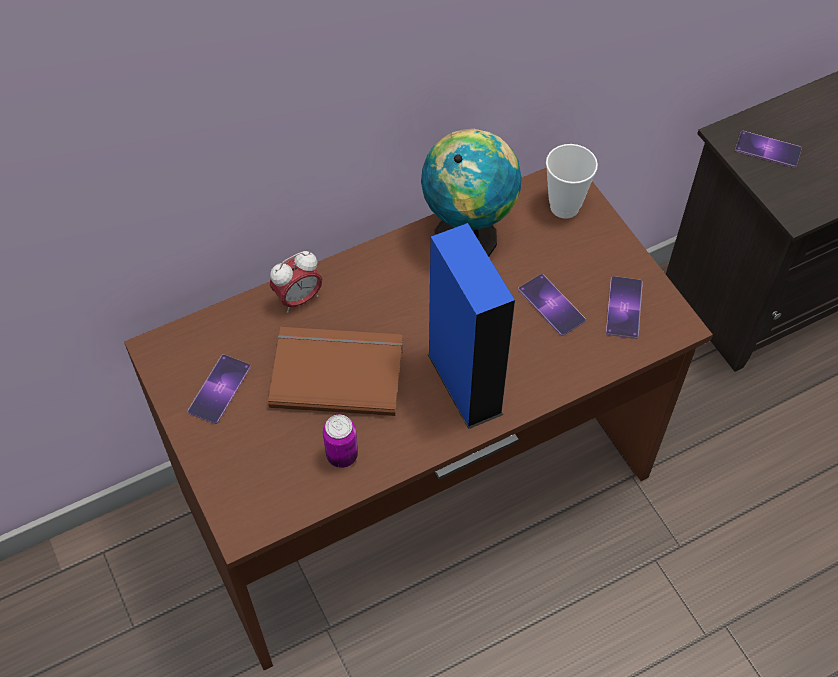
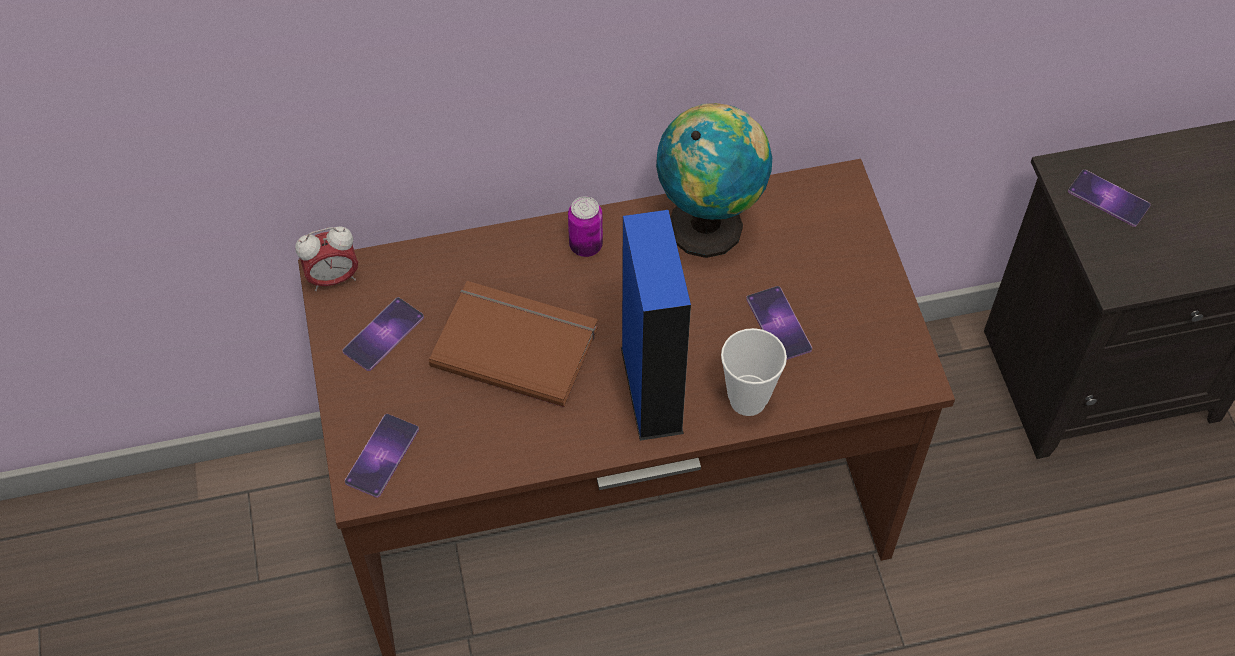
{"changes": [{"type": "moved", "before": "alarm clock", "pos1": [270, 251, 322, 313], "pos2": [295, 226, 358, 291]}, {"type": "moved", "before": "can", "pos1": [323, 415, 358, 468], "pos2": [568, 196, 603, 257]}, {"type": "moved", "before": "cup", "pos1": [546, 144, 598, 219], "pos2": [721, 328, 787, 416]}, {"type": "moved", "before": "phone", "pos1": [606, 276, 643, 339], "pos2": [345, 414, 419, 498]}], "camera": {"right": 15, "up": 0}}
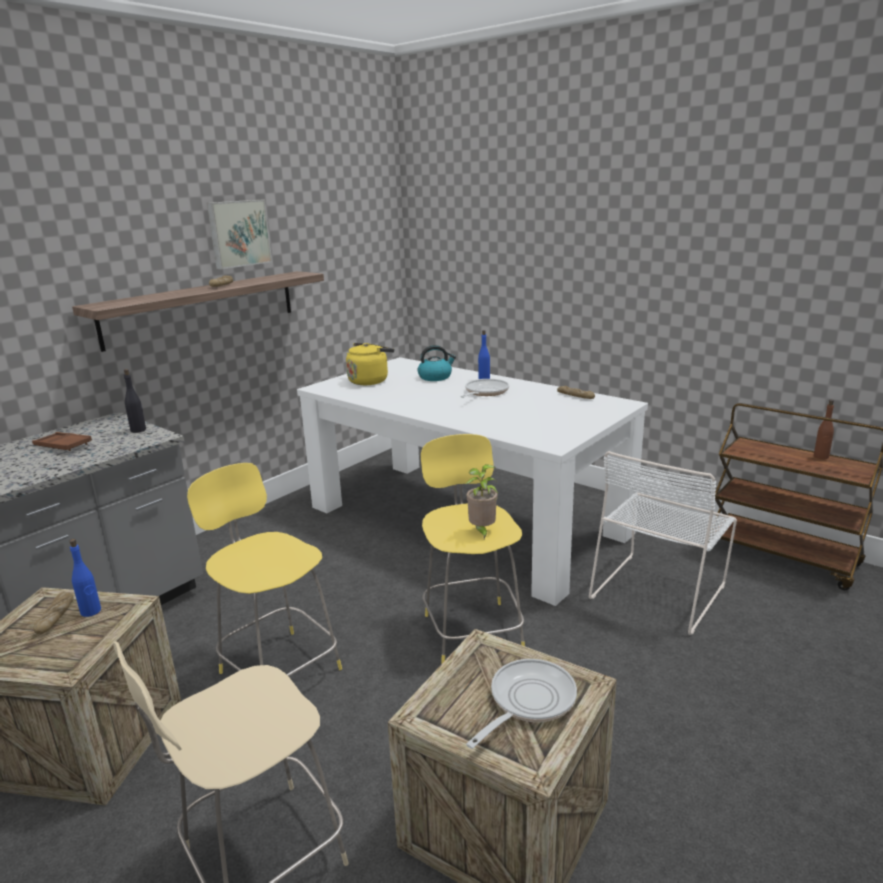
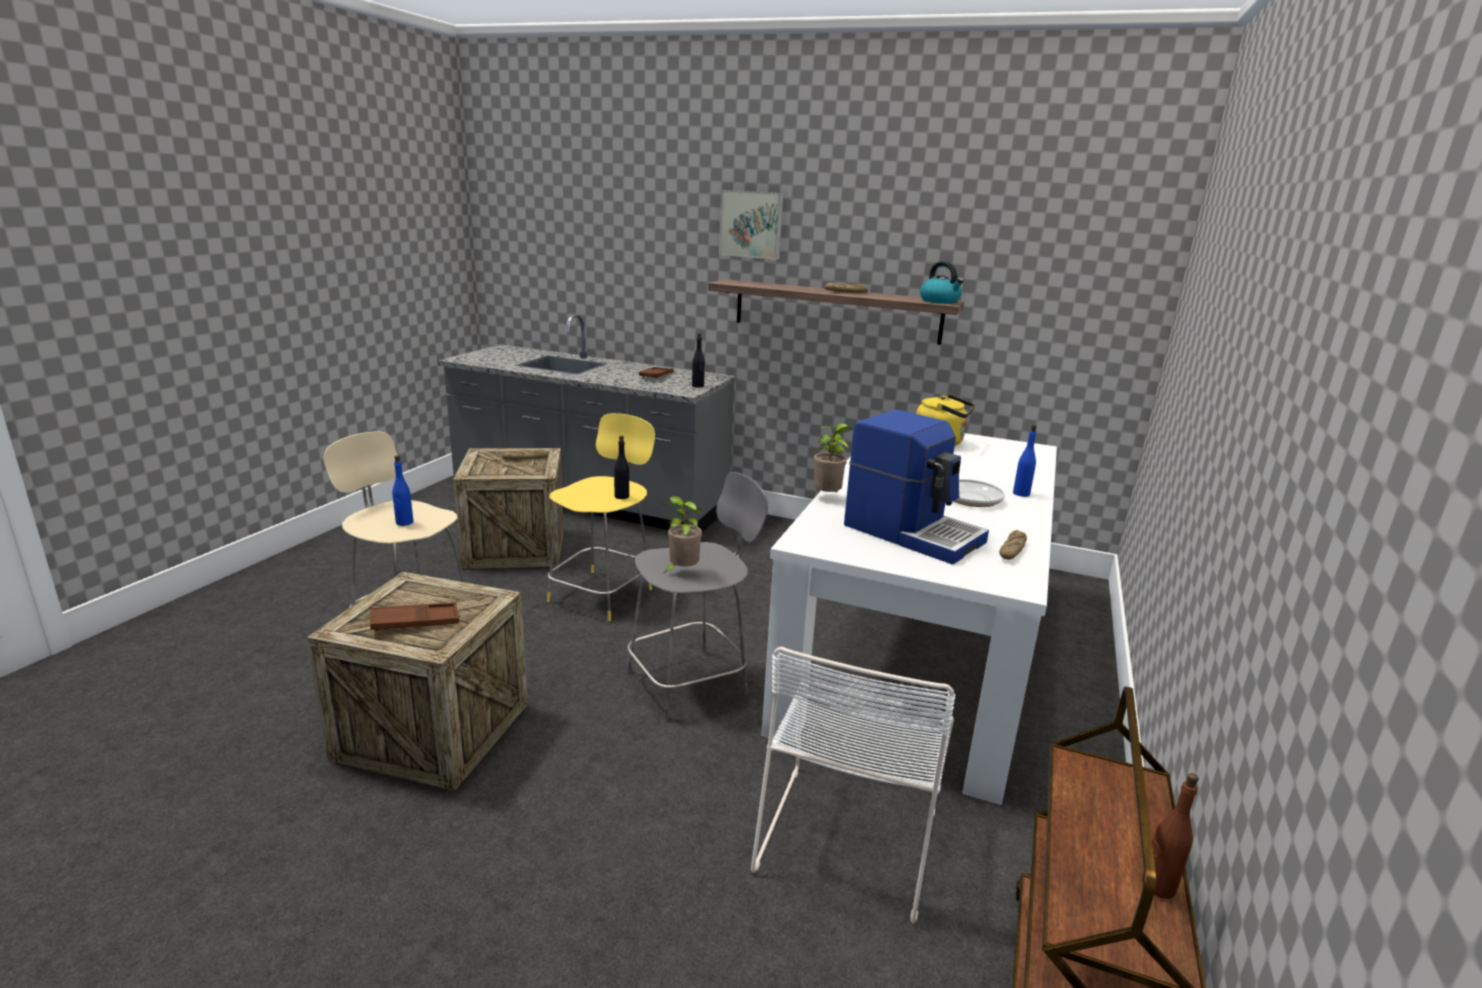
{"changes": [{"type": "moved", "before": "blue bottle", "pos1": [69, 539, 101, 617], "pos2": [392, 455, 413, 526]}, {"type": "moved", "before": "picture", "pos1": [207, 200, 272, 269], "pos2": [719, 190, 783, 260]}, {"type": "moved", "before": "kettle", "pos1": [418, 345, 456, 381], "pos2": [920, 261, 964, 304]}, {"type": "recoloured", "before": "yellow stool", "after": "grey stool", "pos1": [421, 434, 525, 664], "pos2": [627, 472, 768, 720]}, {"type": "replaced", "before": "frying pan", "after": "brown tray", "pos1": [466, 659, 577, 749], "pos2": [370, 602, 459, 631]}, {"type": "turned", "before": "white chair", "pos1": [589, 451, 737, 635], "pos2": [751, 647, 956, 923], "turn": -90}, {"type": "added", "after": "black bottle", "pos2": [614, 436, 630, 499]}, {"type": "added", "after": "potted plant", "pos2": [814, 423, 853, 493]}, {"type": "added", "after": "coffee machine", "pos2": [844, 410, 989, 565]}], "camera": {"right": 70, "up": 0}}
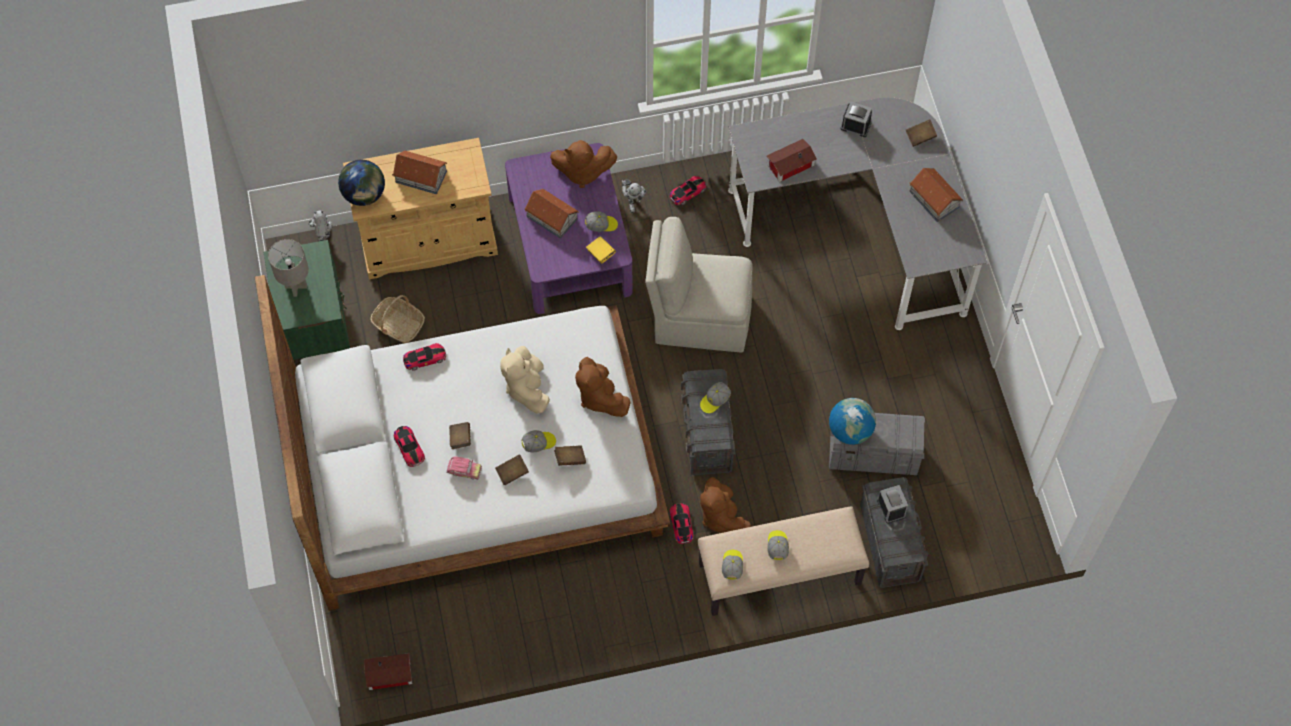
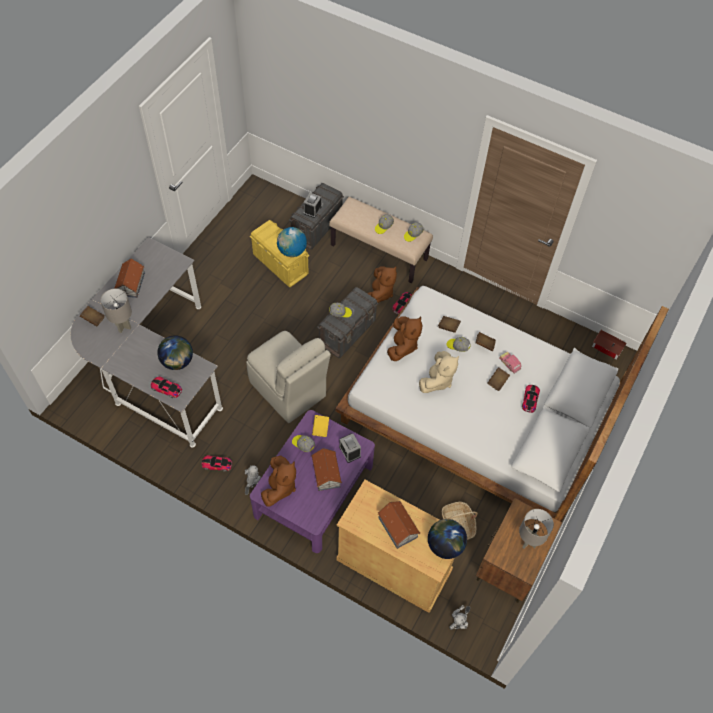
{"changes": [{"type": "recoloured", "before": "green nightstand", "after": "brown nightstand", "pos1": [263, 240, 350, 363], "pos2": [476, 498, 562, 603]}, {"type": "moved", "before": "toy car", "pos1": [403, 343, 446, 371], "pos2": [151, 376, 182, 398]}, {"type": "turned", "before": "brown plush toy", "pos1": [550, 140, 617, 188], "pos2": [261, 456, 296, 506], "turn": 60}, {"type": "replaced", "before": "toy house", "after": "globe", "pos1": [767, 139, 817, 182], "pos2": [158, 335, 193, 370]}, {"type": "recoloured", "before": "grey storage box", "after": "yellow storage box", "pos1": [829, 413, 925, 475], "pos2": [250, 220, 309, 287]}, {"type": "moved", "before": "alarm clock", "pos1": [840, 102, 872, 137], "pos2": [339, 434, 361, 463]}, {"type": "added", "after": "grey table lamp", "pos2": [101, 288, 132, 333]}], "camera": {"right": -140, "up": -5}}
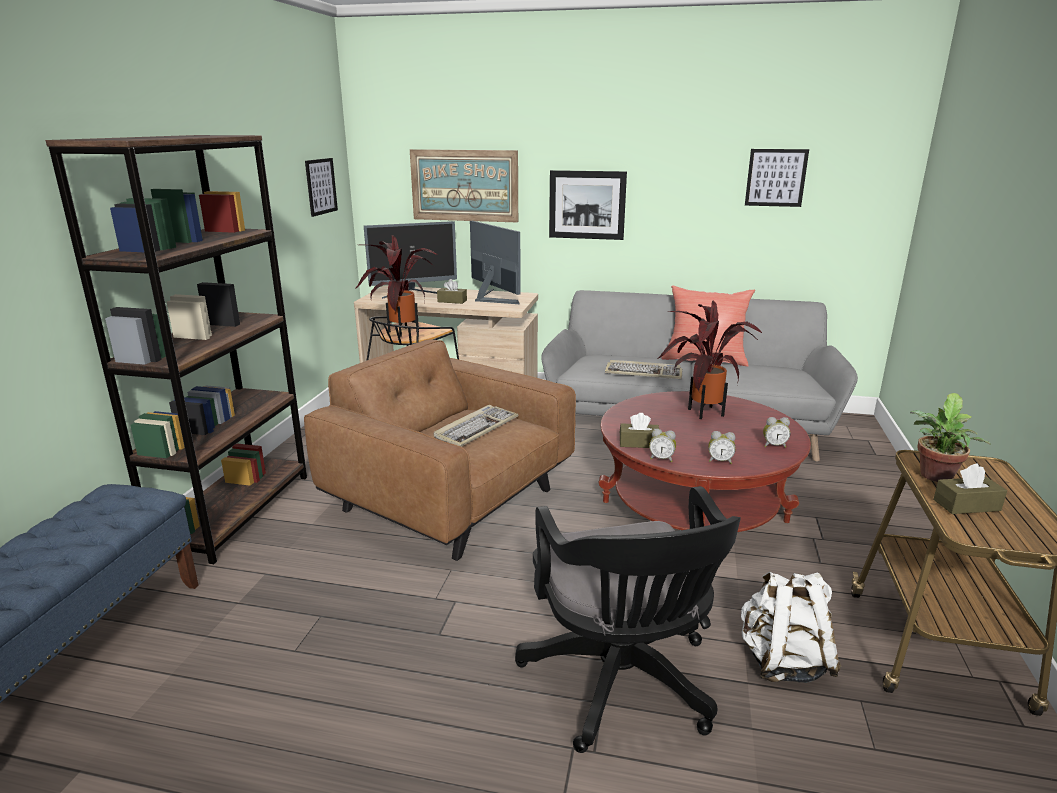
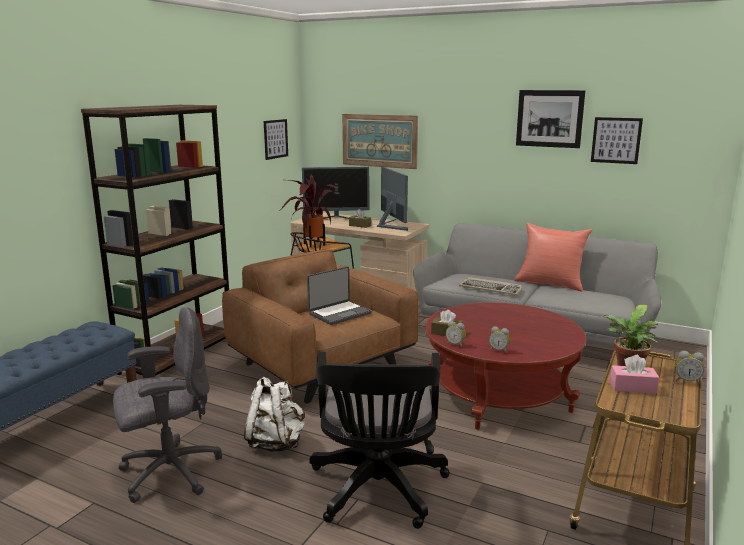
{"changes": [{"type": "replaced", "before": "keyboard", "after": "laptop", "pos1": [434, 405, 518, 447], "pos2": [307, 266, 372, 325]}, {"type": "moved", "before": "picture", "pos1": [549, 170, 627, 240], "pos2": [516, 90, 585, 148]}, {"type": "removed", "before": "potted plant", "pos1": [657, 300, 762, 419]}, {"type": "moved", "before": "white backpack", "pos1": [741, 572, 841, 683], "pos2": [244, 377, 305, 452]}, {"type": "moved", "before": "alarm clock", "pos1": [763, 417, 790, 448], "pos2": [675, 351, 704, 385]}, {"type": "recoloured", "before": "brown tissue box", "after": "pink tissue box", "pos1": [933, 463, 1007, 514], "pos2": [610, 355, 659, 394]}, {"type": "added", "after": "grey office chair", "pos2": [113, 307, 222, 503]}], "camera": {"right": 15, "up": -5}}
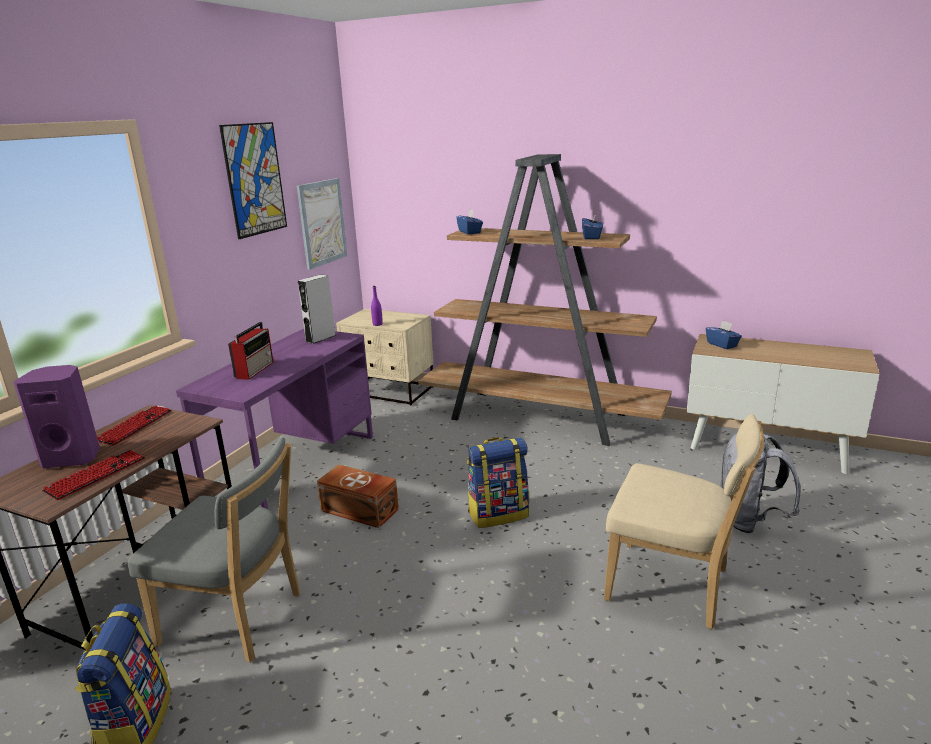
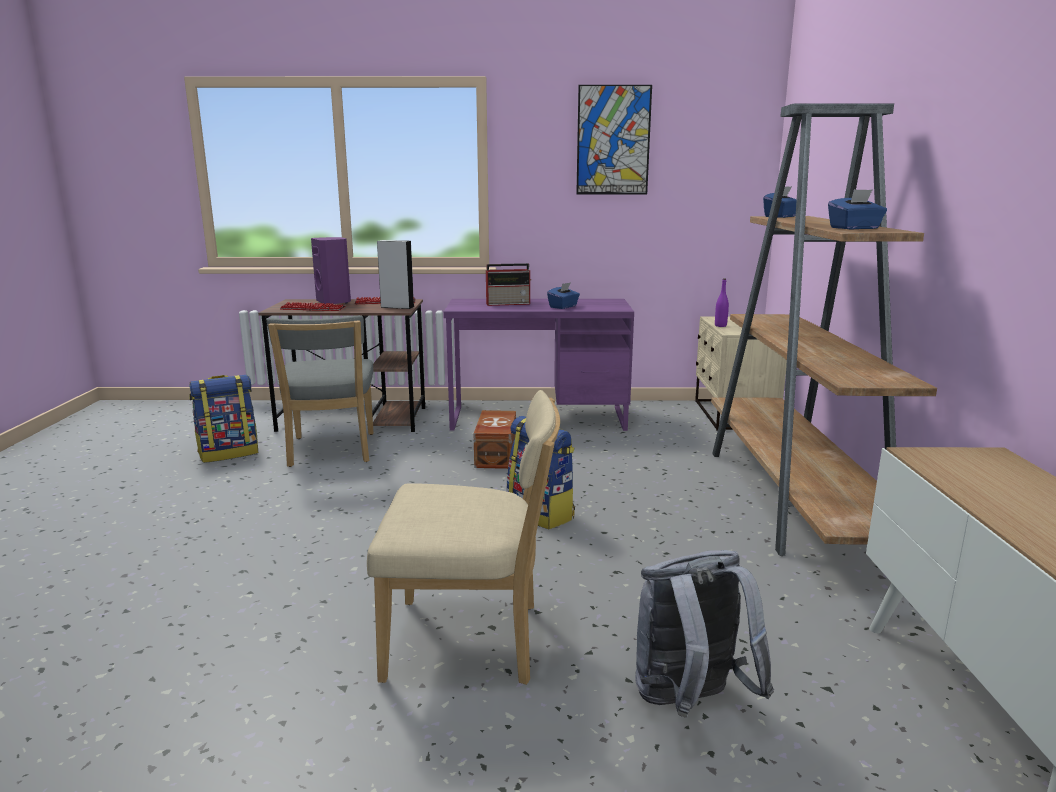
{"changes": [{"type": "removed", "before": "picture", "pos1": [297, 178, 347, 270]}, {"type": "moved", "before": "grey speaker", "pos1": [298, 274, 336, 344], "pos2": [377, 240, 414, 309]}, {"type": "turned", "before": "beige chair", "pos1": [604, 414, 764, 629], "pos2": [367, 390, 560, 685], "turn": -90}, {"type": "moved", "before": "blue tissue box", "pos1": [706, 320, 742, 349], "pos2": [547, 282, 580, 309]}], "camera": {"right": 65, "up": -5}}
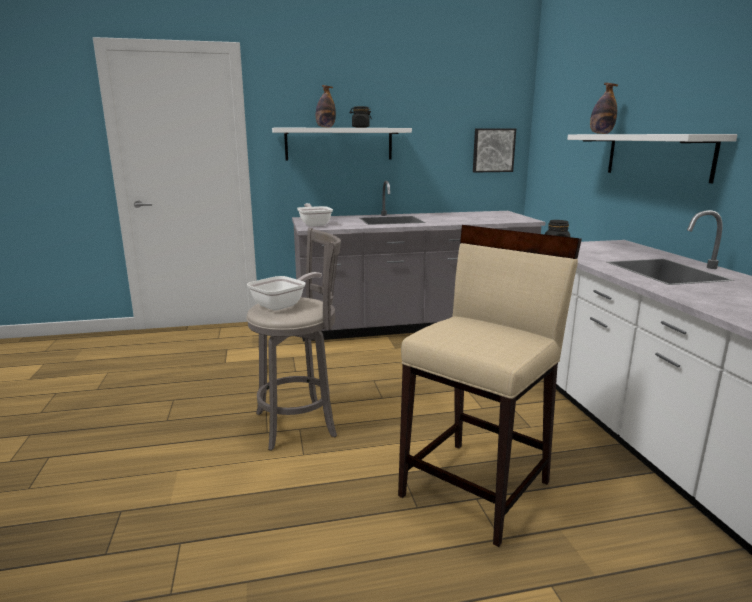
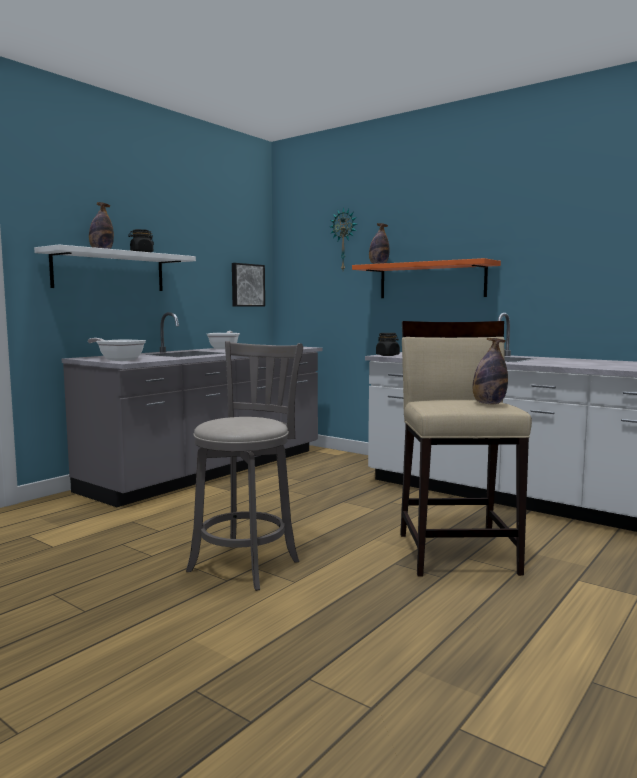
{"changes": [{"type": "moved", "before": "frying pan", "pos1": [247, 272, 322, 311], "pos2": [207, 331, 240, 349]}, {"type": "recoloured", "before": "white shelf", "after": "orange shelf", "pos1": [567, 134, 738, 183], "pos2": [352, 258, 501, 298]}, {"type": "added", "after": "wall clock", "pos2": [330, 207, 357, 270]}, {"type": "added", "after": "bottle", "pos2": [473, 338, 508, 404]}], "camera": {"right": -40, "up": -10}}
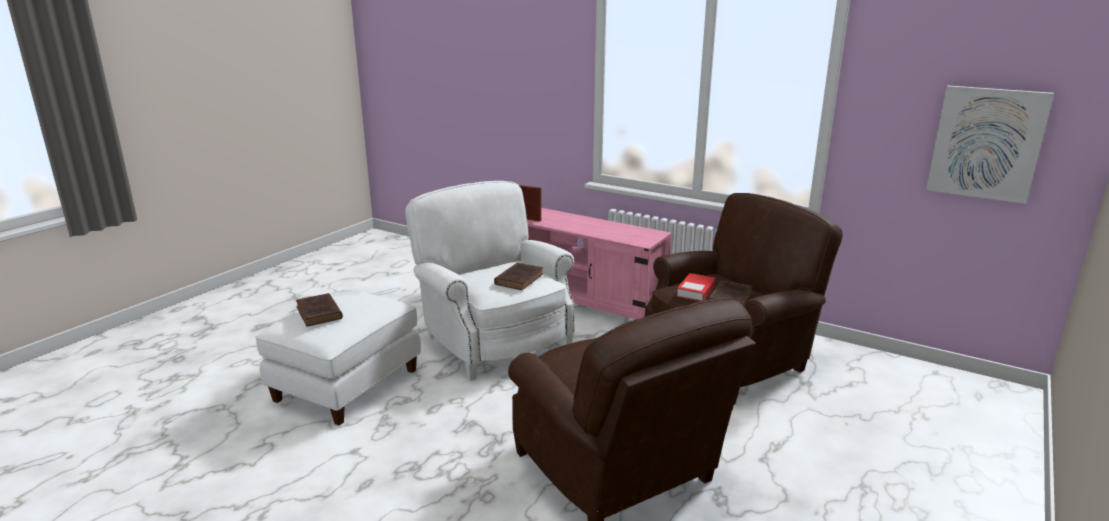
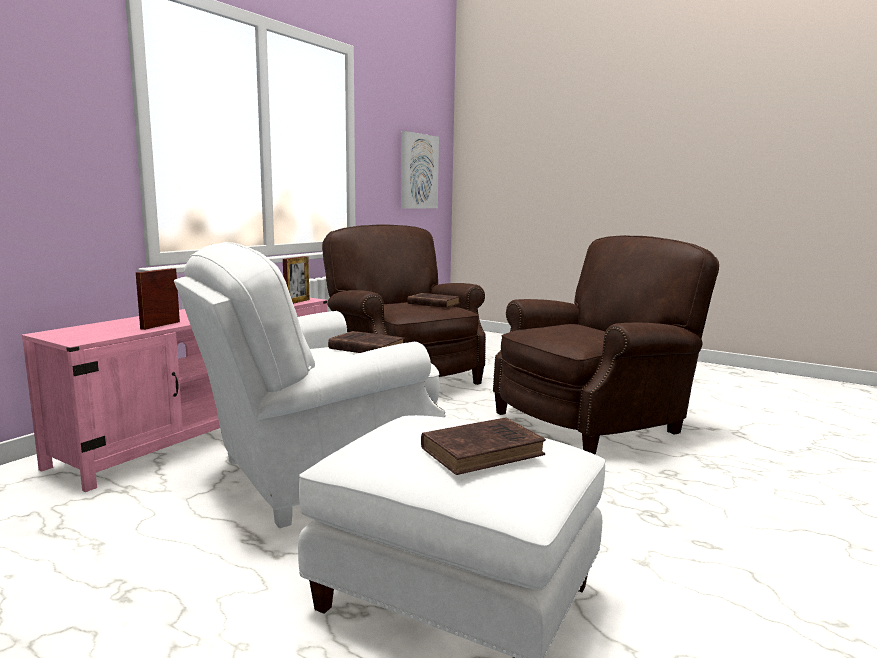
{"changes": [{"type": "removed", "before": "book", "pos1": [677, 273, 715, 301]}, {"type": "added", "after": "picture frame", "pos2": [283, 256, 310, 304]}], "camera": {"right": -90, "up": -10}}
